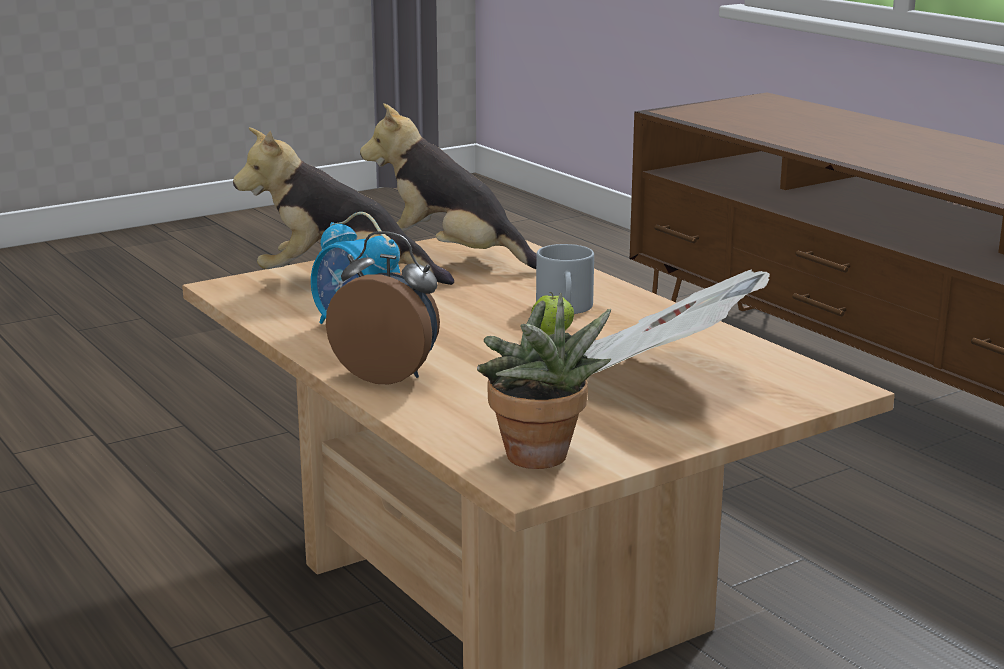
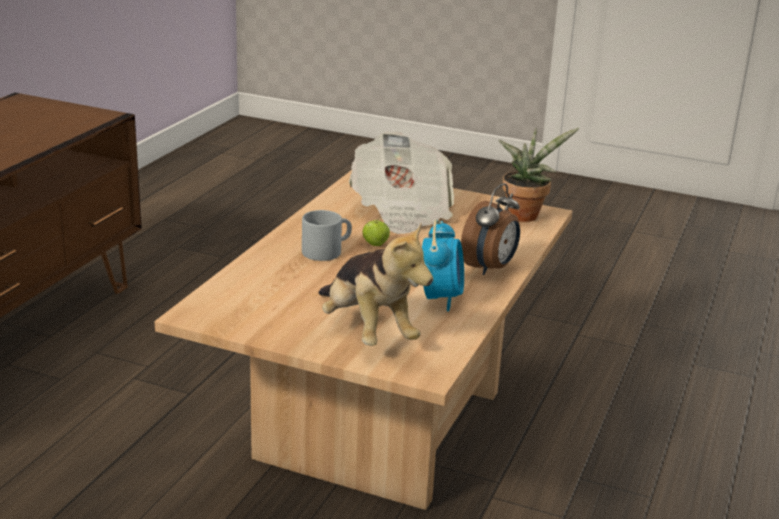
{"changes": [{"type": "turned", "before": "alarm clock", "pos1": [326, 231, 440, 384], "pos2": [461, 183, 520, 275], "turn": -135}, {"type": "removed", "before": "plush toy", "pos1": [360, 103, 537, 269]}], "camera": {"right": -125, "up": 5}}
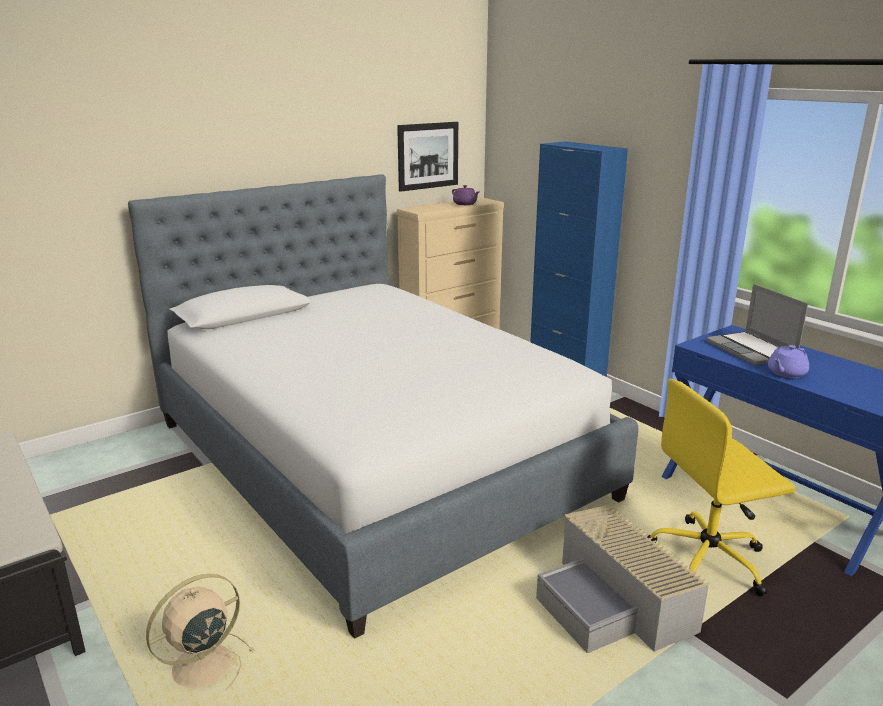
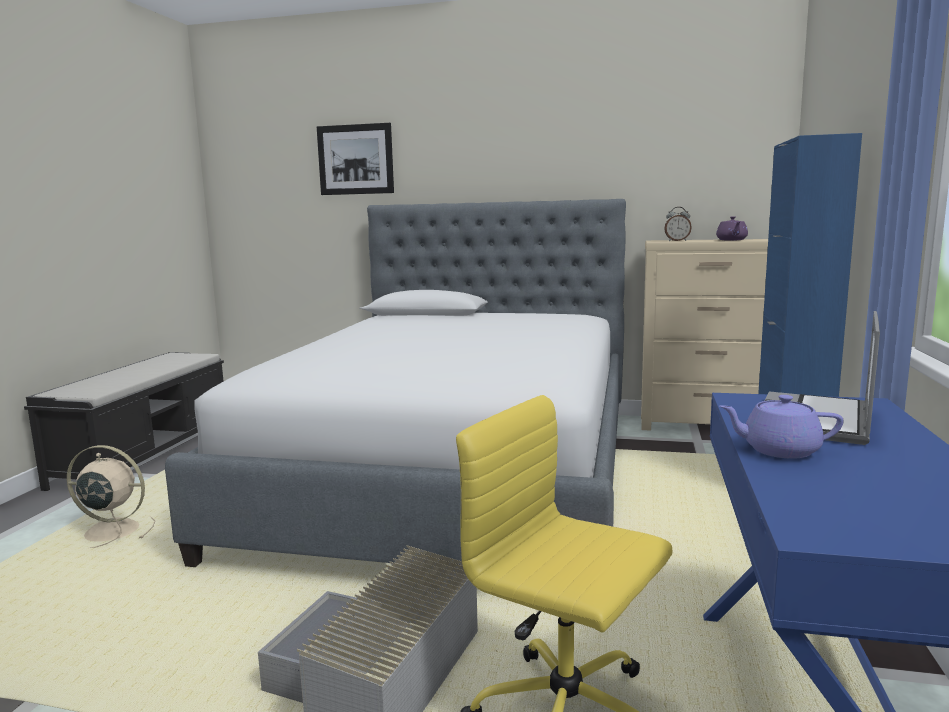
{"changes": [{"type": "moved", "before": "picture", "pos1": [397, 122, 458, 192], "pos2": [317, 123, 394, 195]}, {"type": "added", "after": "alarm clock", "pos2": [664, 207, 692, 241]}], "camera": {"right": 50, "up": -10}}
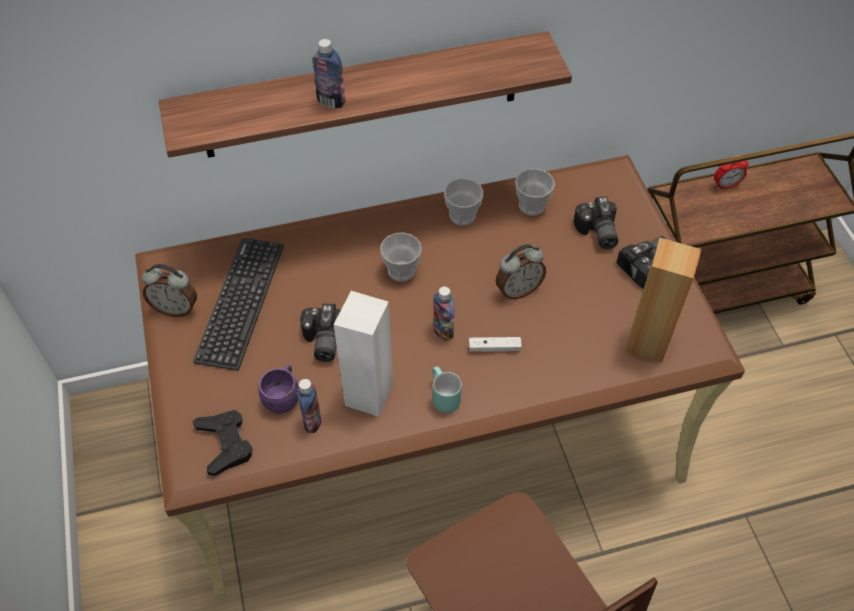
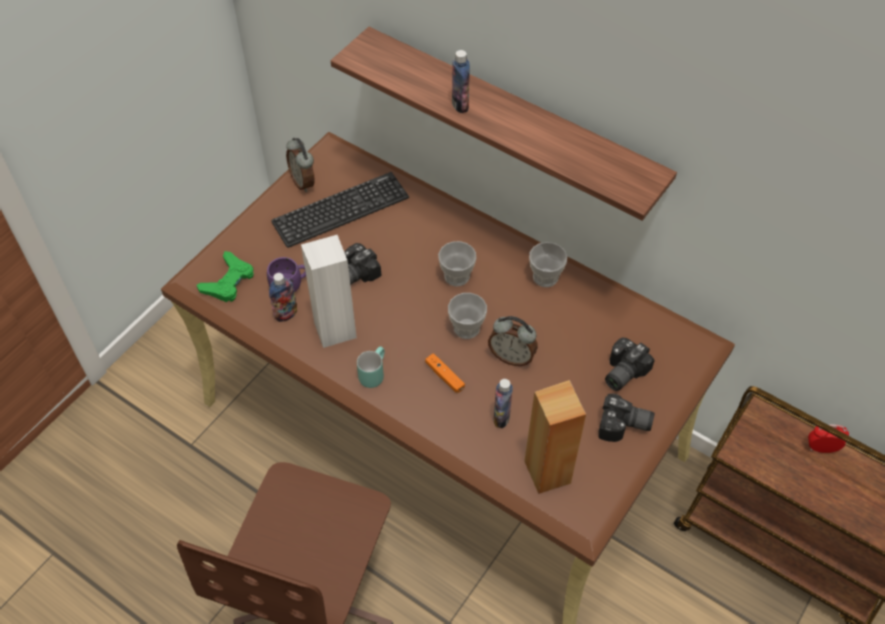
{"changes": [{"type": "recoloured", "before": "black game controller", "after": "green game controller", "pos1": [192, 410, 253, 476], "pos2": [197, 251, 254, 302]}, {"type": "moved", "before": "bottle", "pos1": [433, 286, 455, 341], "pos2": [494, 379, 513, 428]}, {"type": "recoloured", "before": "white game controller", "after": "orange game controller", "pos1": [469, 337, 522, 352], "pos2": [425, 353, 465, 393]}, {"type": "moved", "before": "cup", "pos1": [515, 168, 555, 216], "pos2": [448, 293, 487, 339]}, {"type": "turned", "before": "alarm clock", "pos1": [714, 155, 749, 189], "pos2": [808, 425, 849, 453], "turn": 150}], "camera": {"right": 50, "up": 0}}
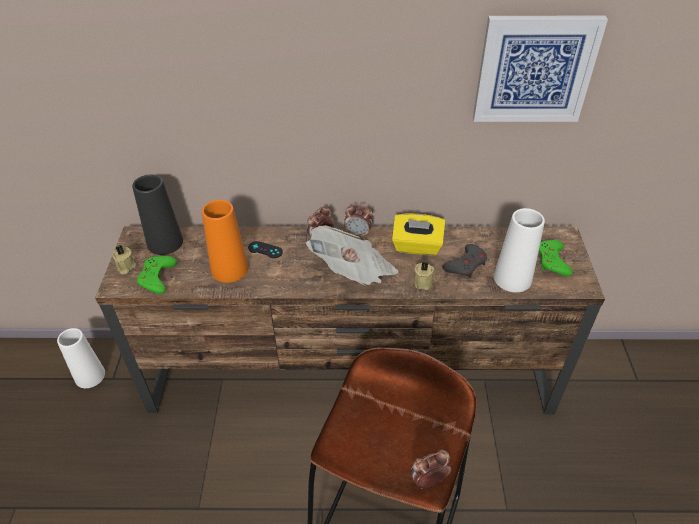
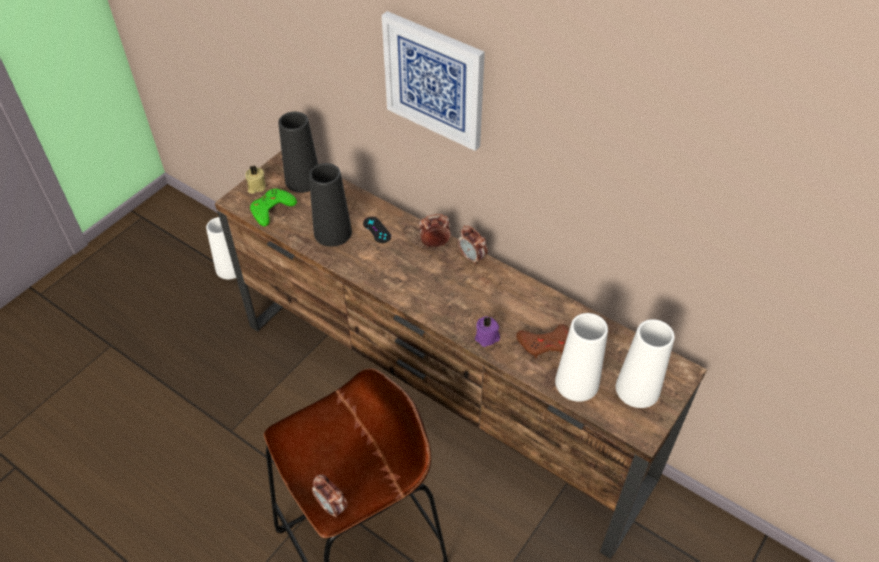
{"changes": [{"type": "recoloured", "before": "orange vase", "after": "black vase", "pos1": [202, 200, 248, 283], "pos2": [309, 163, 352, 247]}, {"type": "removed", "before": "newspaper", "pos1": [306, 225, 398, 286]}, {"type": "removed", "before": "yellow tissue box", "pos1": [392, 214, 445, 256]}, {"type": "turned", "before": "alarm clock", "pos1": [410, 449, 451, 489], "pos2": [312, 474, 348, 518], "turn": -150}, {"type": "recoloured", "before": "beige candle", "after": "purple candle", "pos1": [414, 262, 434, 290], "pos2": [475, 316, 500, 347]}, {"type": "recoloured", "before": "grey game controller", "after": "brown game controller", "pos1": [442, 244, 487, 278], "pos2": [516, 324, 569, 358]}, {"type": "moved", "before": "picture", "pos1": [473, 15, 608, 122], "pos2": [382, 11, 485, 151]}, {"type": "replaced", "before": "green game controller", "after": "white vase", "pos1": [538, 240, 573, 276], "pos2": [616, 319, 675, 408]}], "camera": {"right": 35, "up": 5}}
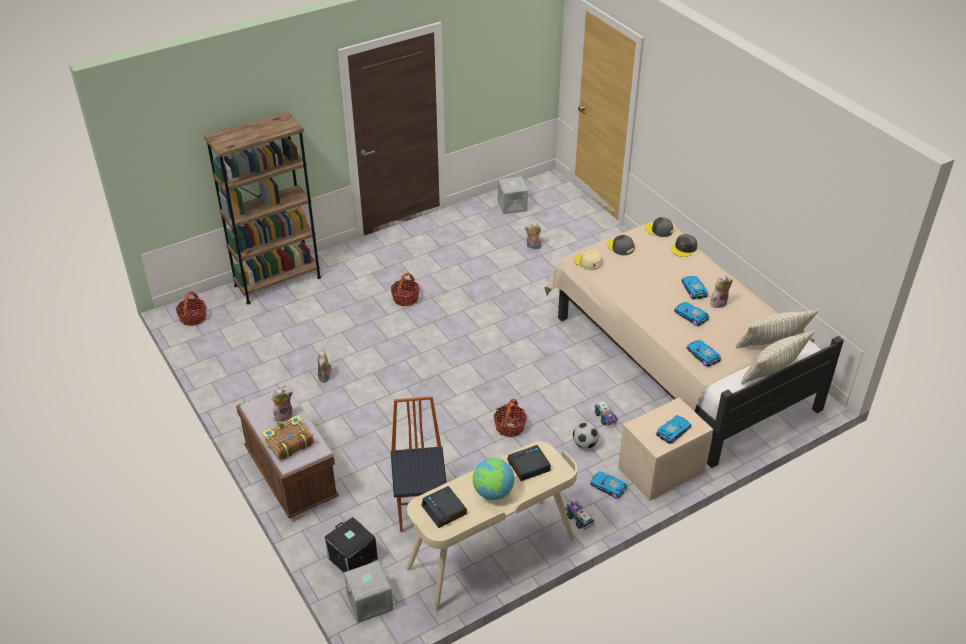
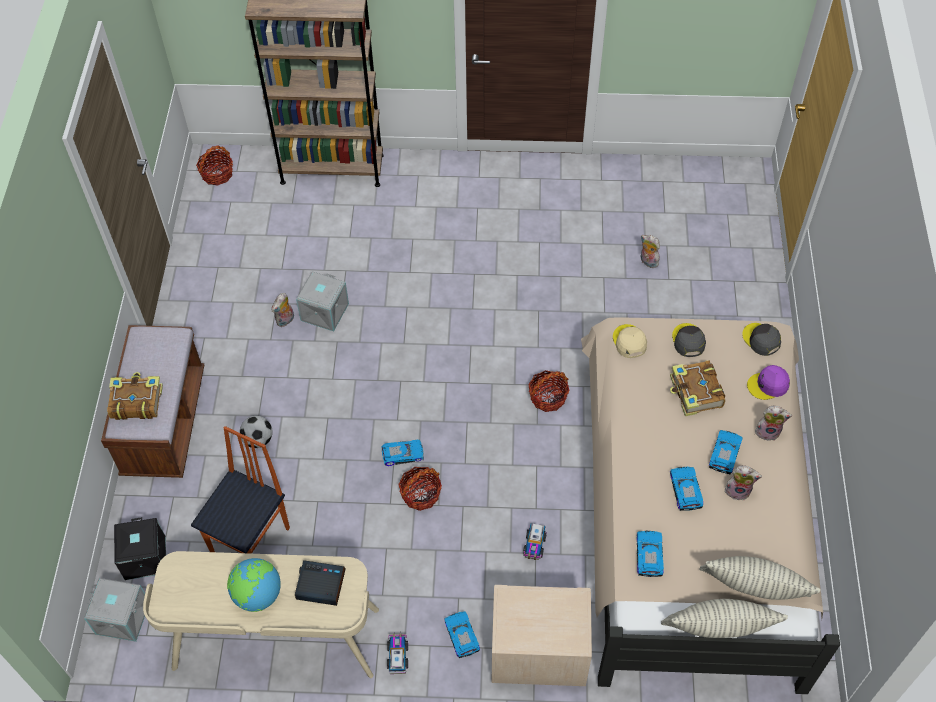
{"changes": [{"type": "moved", "before": "plush toy", "pos1": [272, 388, 293, 422], "pos2": [754, 406, 792, 441]}, {"type": "moved", "before": "basket", "pos1": [391, 273, 420, 306], "pos2": [528, 370, 570, 412]}, {"type": "removed", "before": "alarm clock", "pos1": [421, 486, 467, 528]}, {"type": "moved", "before": "grey storage box", "pos1": [498, 177, 528, 214], "pos2": [296, 271, 349, 331]}, {"type": "moved", "before": "football", "pos1": [573, 422, 599, 449], "pos2": [240, 416, 273, 448]}, {"type": "moved", "before": "toy car", "pos1": [656, 415, 692, 444], "pos2": [382, 440, 424, 466]}, {"type": "recoloured", "before": "grey cap", "after": "purple cap", "pos1": [671, 234, 697, 257], "pos2": [747, 365, 790, 400]}, {"type": "added", "after": "book", "pos2": [670, 360, 726, 416]}], "camera": {"right": 35, "up": 15}}
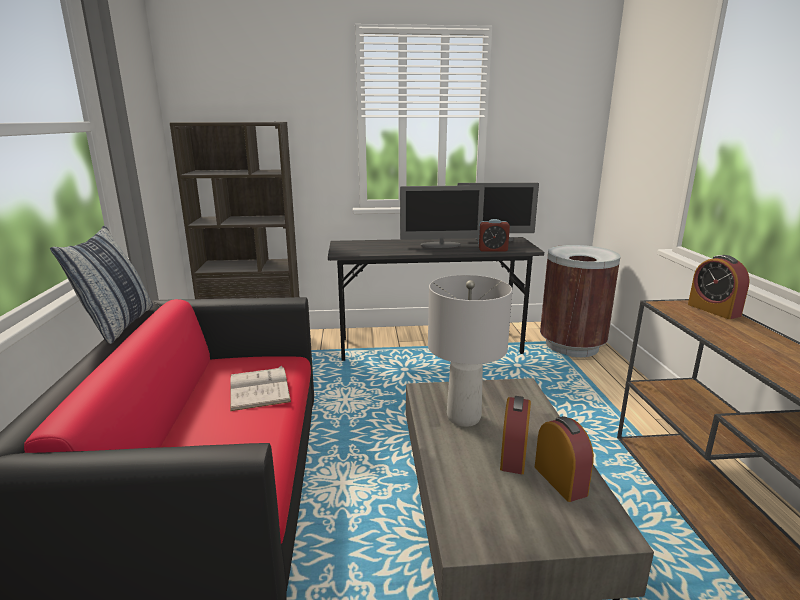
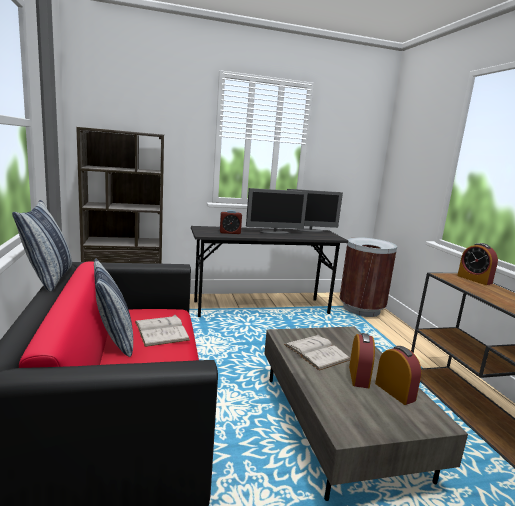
{"changes": [{"type": "replaced", "before": "grey table lamp", "after": "white book", "pos1": [428, 275, 512, 427], "pos2": [284, 334, 350, 371]}, {"type": "moved", "before": "alarm clock", "pos1": [478, 219, 510, 252], "pos2": [220, 210, 242, 234]}, {"type": "added", "after": "pillow", "pos2": [94, 258, 133, 357]}], "camera": {"right": -10, "up": -5}}
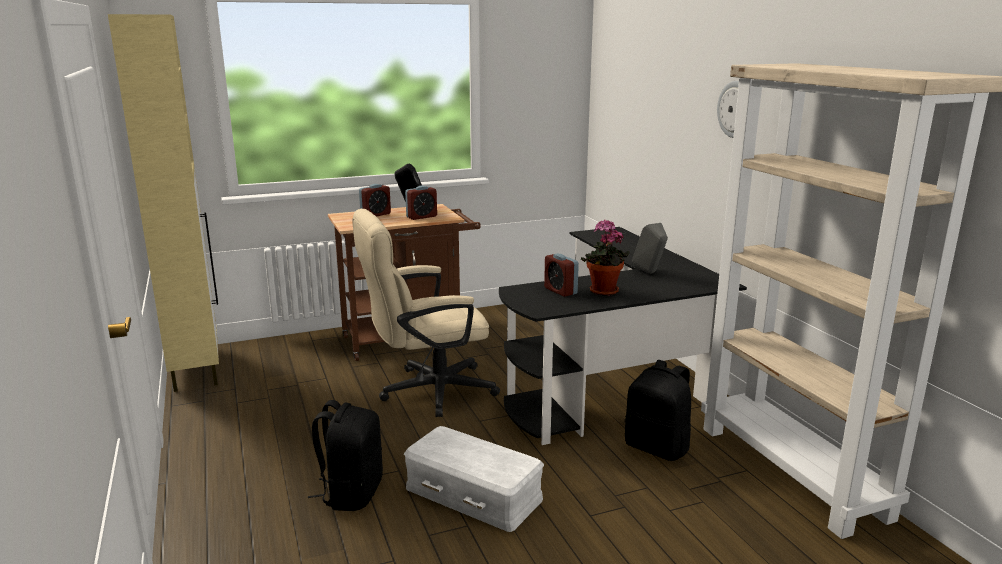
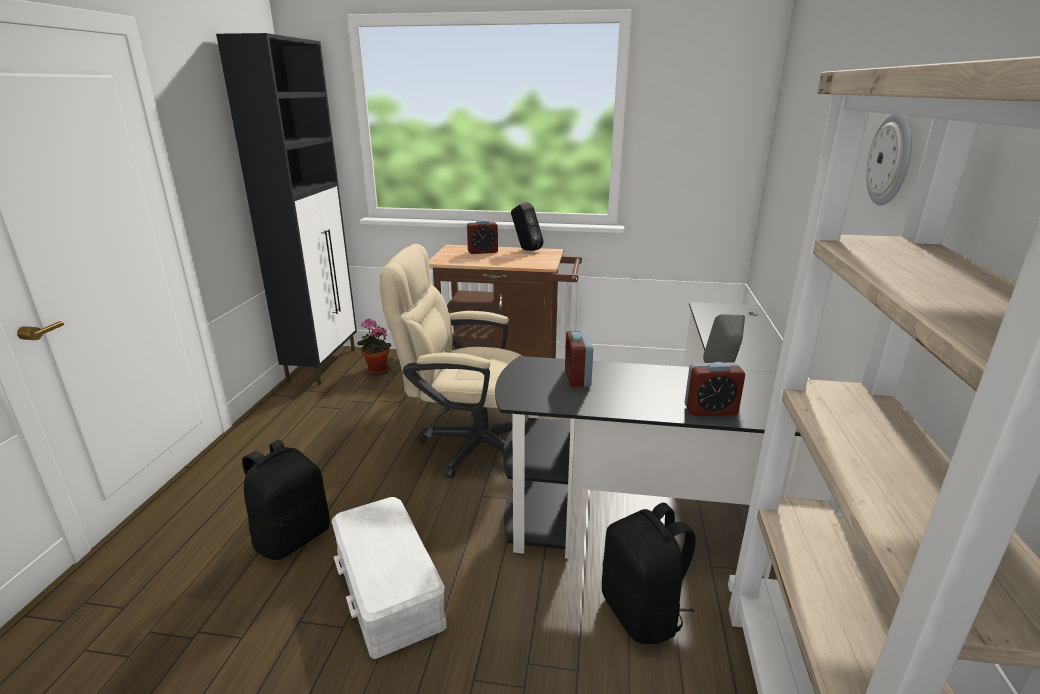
{"changes": [{"type": "recoloured", "before": "beige cabinet", "after": "black cabinet", "pos1": [108, 14, 219, 392], "pos2": [216, 33, 357, 385]}, {"type": "moved", "before": "alarm clock", "pos1": [405, 186, 437, 220], "pos2": [685, 362, 745, 416]}, {"type": "moved", "before": "potted plant", "pos1": [581, 220, 630, 296], "pos2": [357, 318, 391, 374]}], "camera": {"right": 30, "up": 5}}
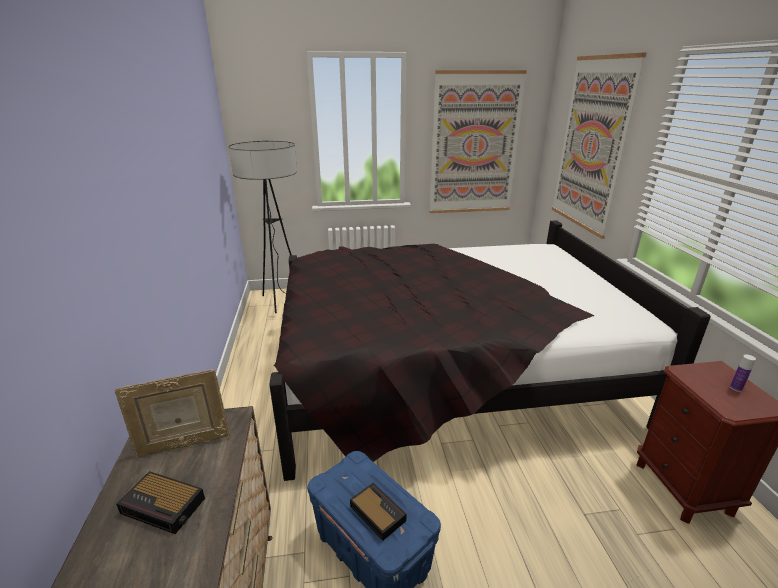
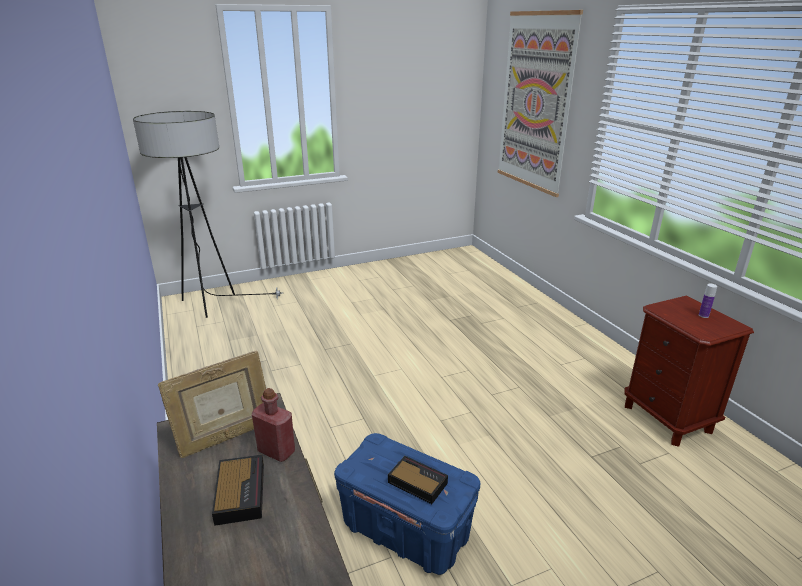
{"changes": [{"type": "turned", "before": "alarm clock", "pos1": [116, 471, 205, 534], "pos2": [212, 455, 264, 526], "turn": -105}, {"type": "removed", "before": "black bed", "pos1": [269, 220, 711, 481]}, {"type": "removed", "before": "picture", "pos1": [429, 70, 527, 213]}, {"type": "added", "after": "red bottle", "pos2": [252, 388, 295, 462]}], "camera": {"right": -15, "up": 0}}
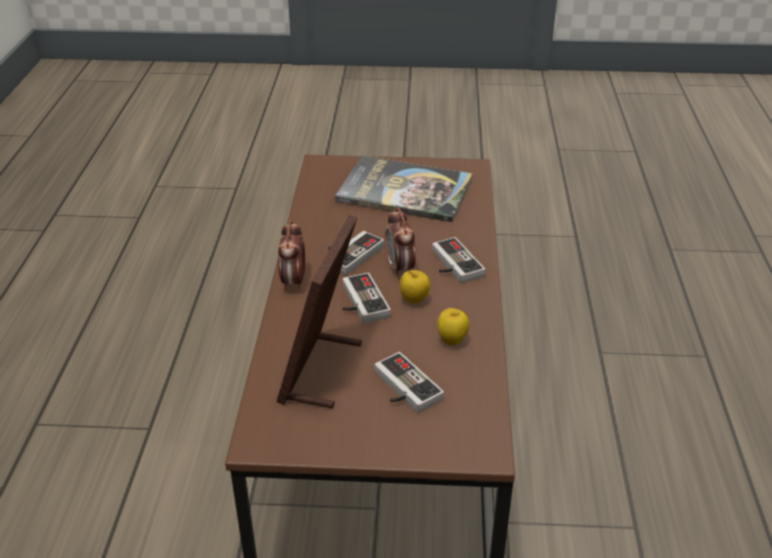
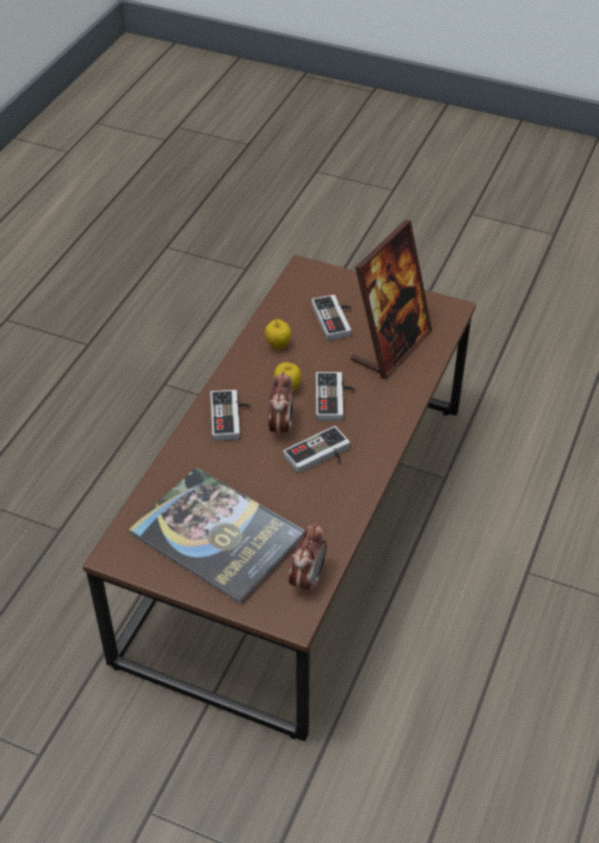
{"changes": [{"type": "moved", "before": "alarm clock", "pos1": [278, 220, 305, 291], "pos2": [289, 523, 327, 595]}], "camera": {"right": -160, "up": 10}}
